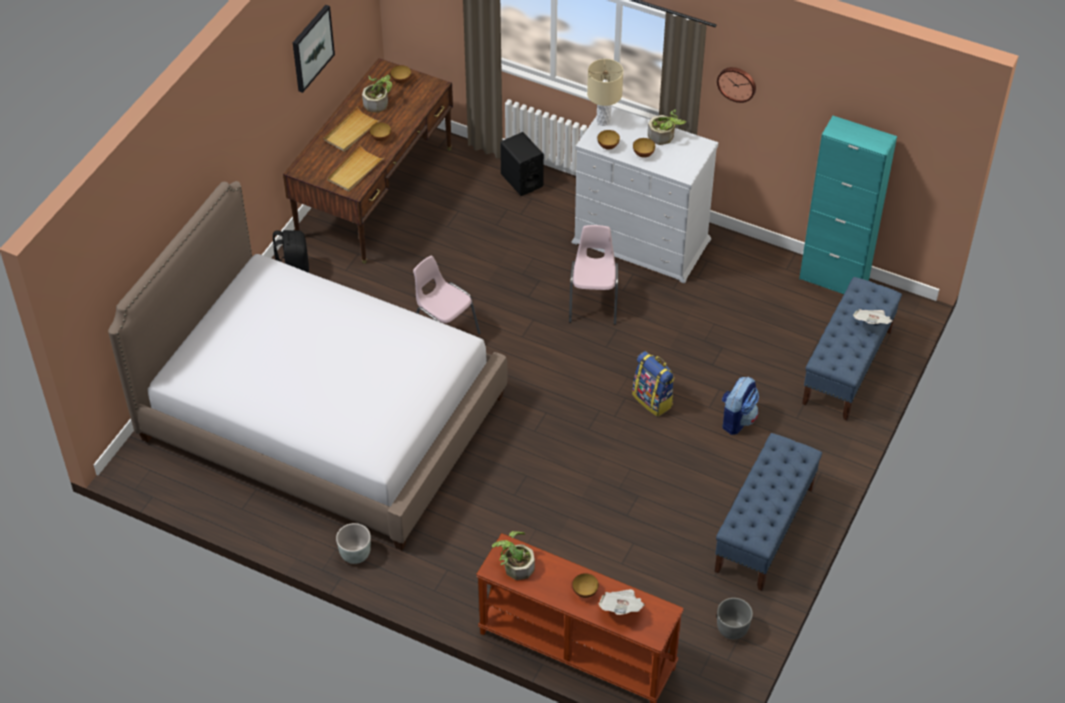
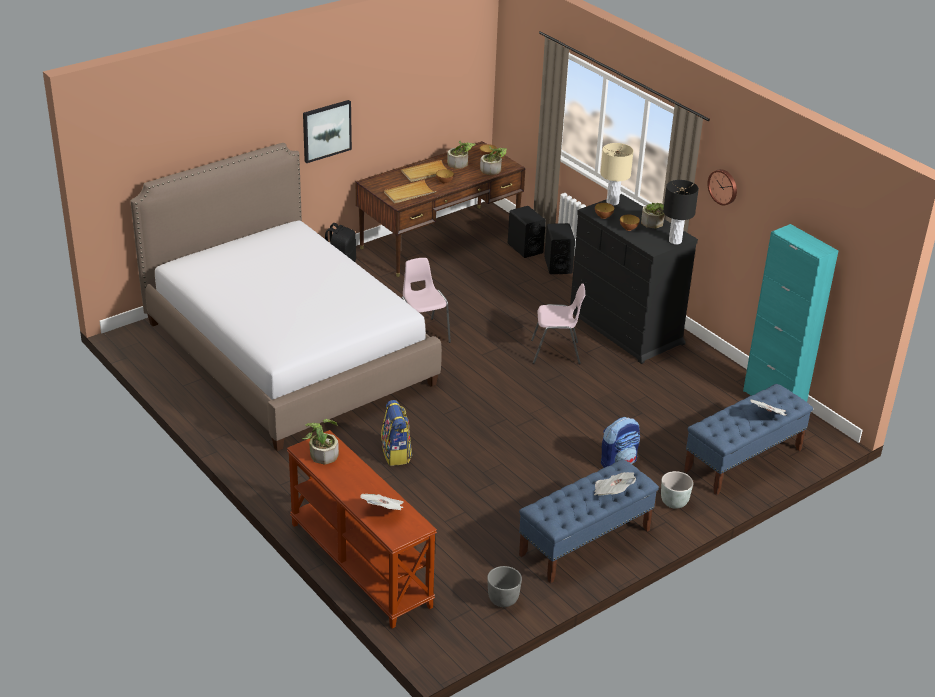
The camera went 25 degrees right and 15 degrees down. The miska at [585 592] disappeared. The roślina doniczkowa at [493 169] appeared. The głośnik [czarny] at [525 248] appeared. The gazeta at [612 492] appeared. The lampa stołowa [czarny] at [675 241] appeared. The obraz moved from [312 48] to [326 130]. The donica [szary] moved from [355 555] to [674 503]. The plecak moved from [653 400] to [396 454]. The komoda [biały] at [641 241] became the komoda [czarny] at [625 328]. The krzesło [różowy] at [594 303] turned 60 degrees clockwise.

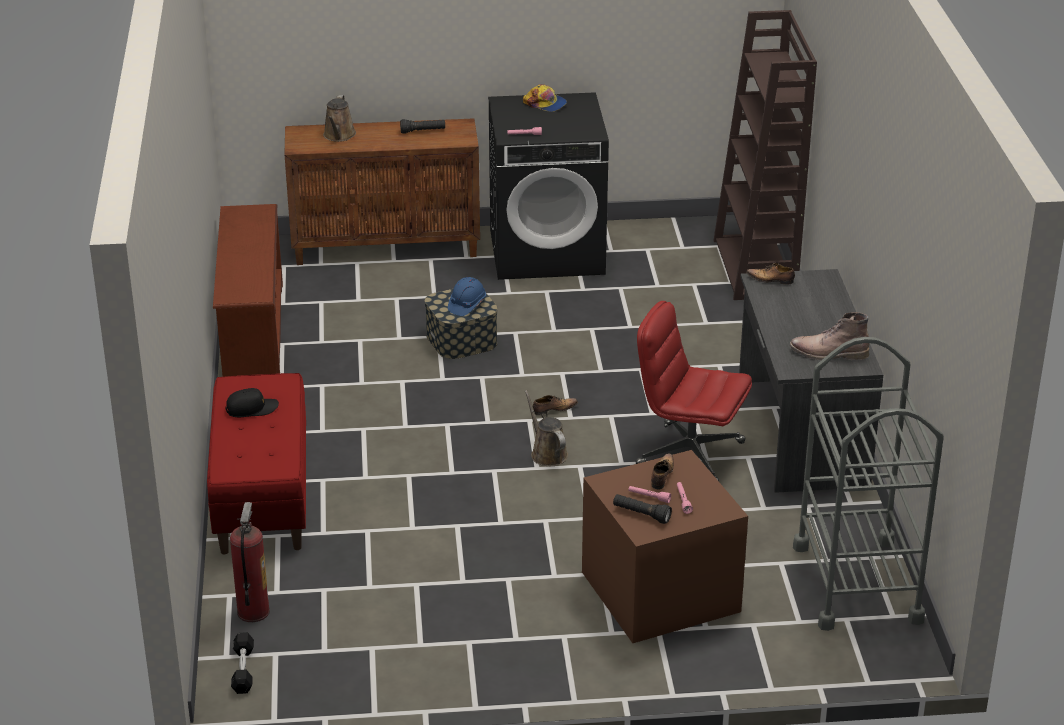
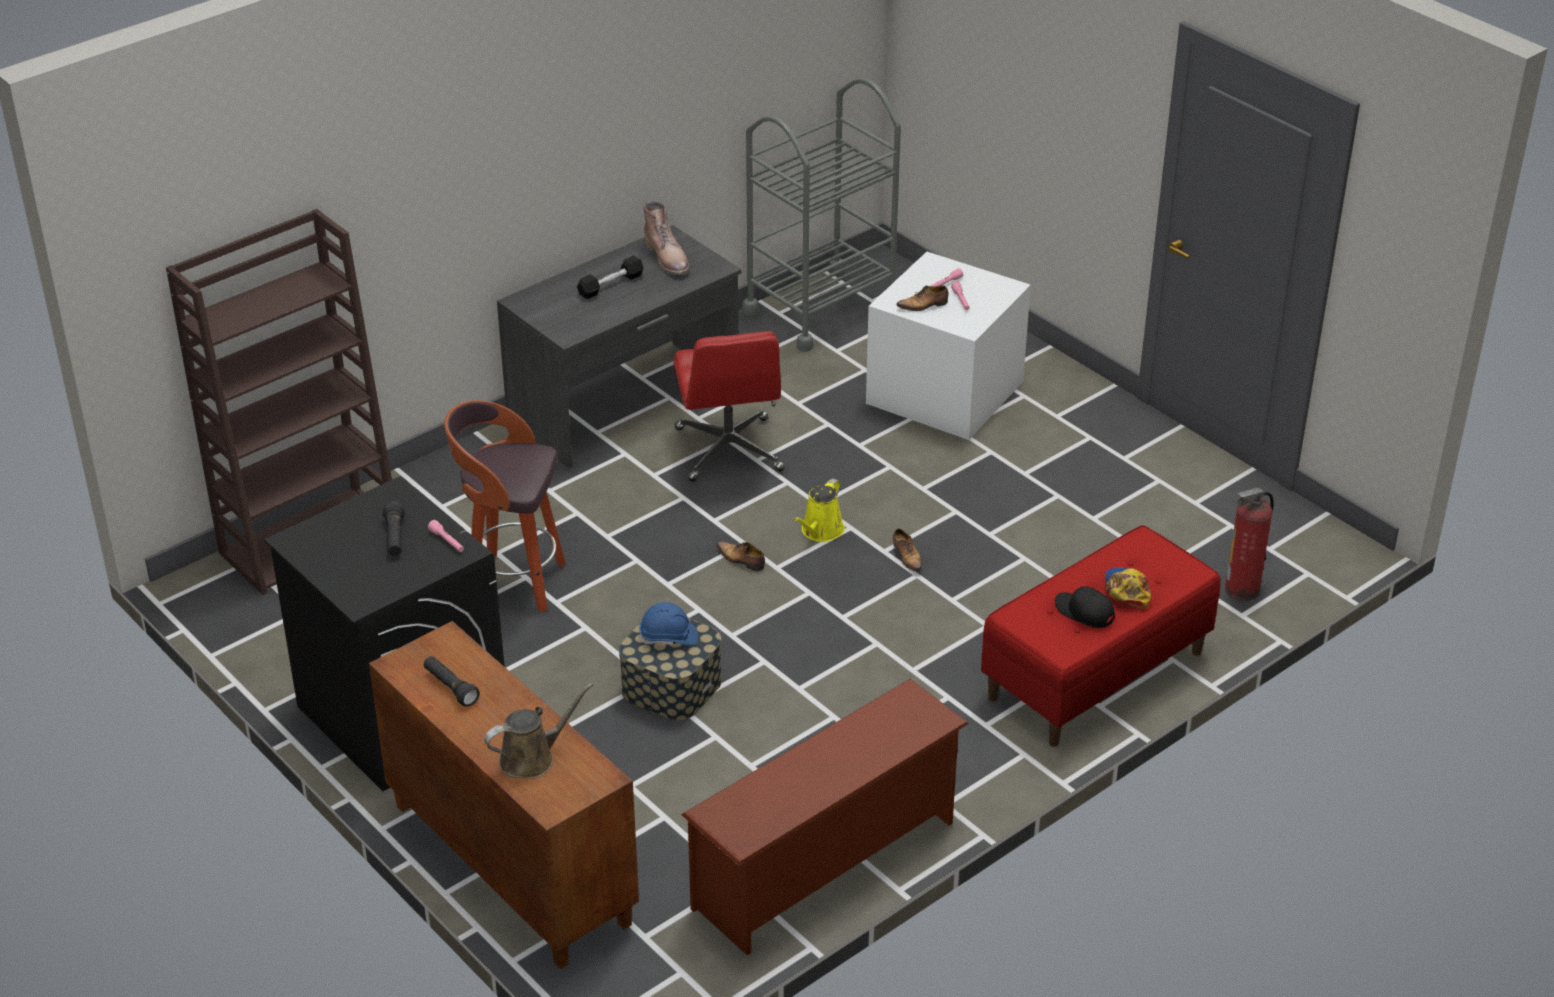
The camera went 125 degrees left and 5 degrees up. The stołek at [513 583] appeared. The hantel [czarny] moved from [243 670] to [611 285]. The czapka z daszkiem moved from [545 104] to [1127 590]. The latarka [czarny] moved from [641 514] to [395 537]. The but moved from [771 280] to [907 557]. The konewka [brązowy] at [547 453] became the konewka [żółty] at [820 531]. The pojemnik do przechowywania [brązowy] at [659 593] became the pojemnik do przechowywania [biały] at [947 392].

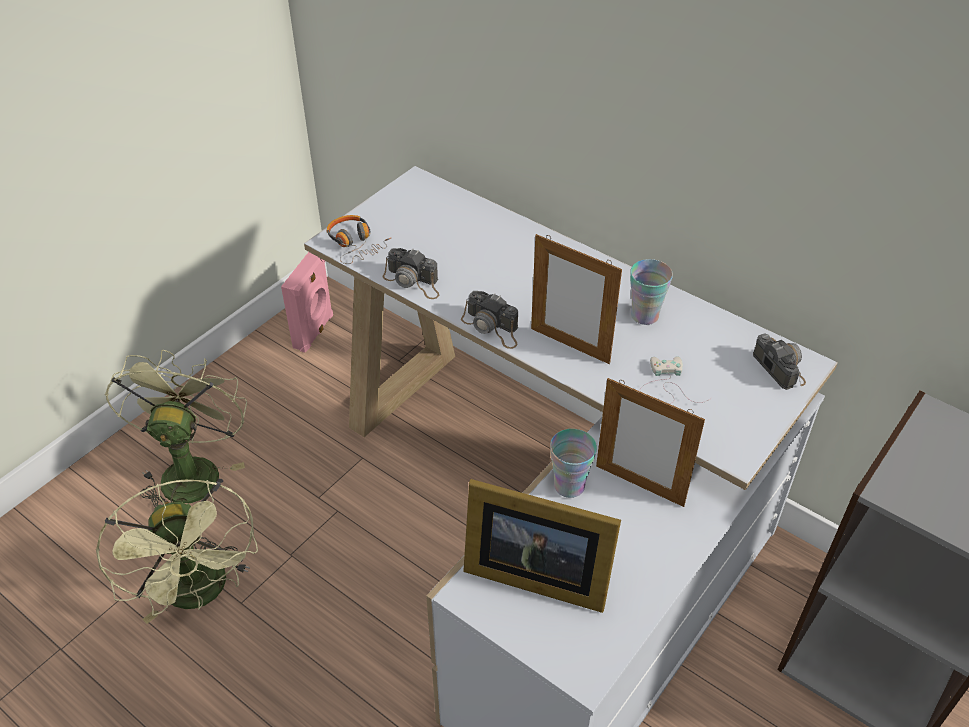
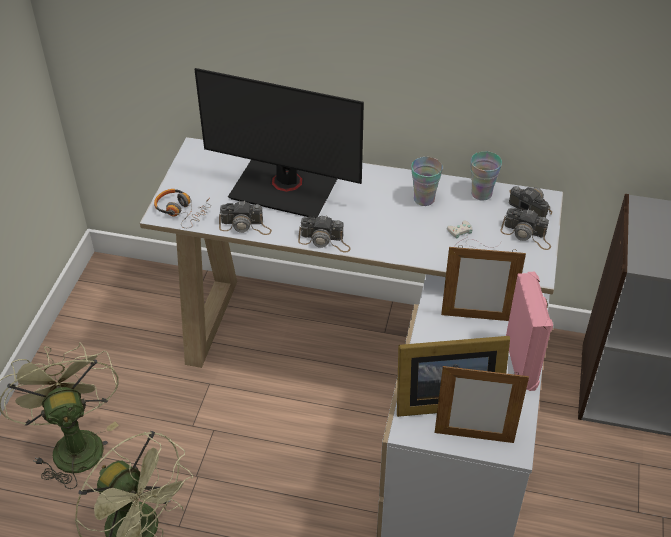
The camera went 25 degrees left and 0 degrees up. The monitor at [284 188] appeared. The aparat fotograficzny at [526 235] appeared. The głośnik [różowy] moved from [315 332] to [522 363]. The ramka na zdjęcie moved from [570 345] to [474 437]. The filiżanka moved from [569 486] to [481 194].

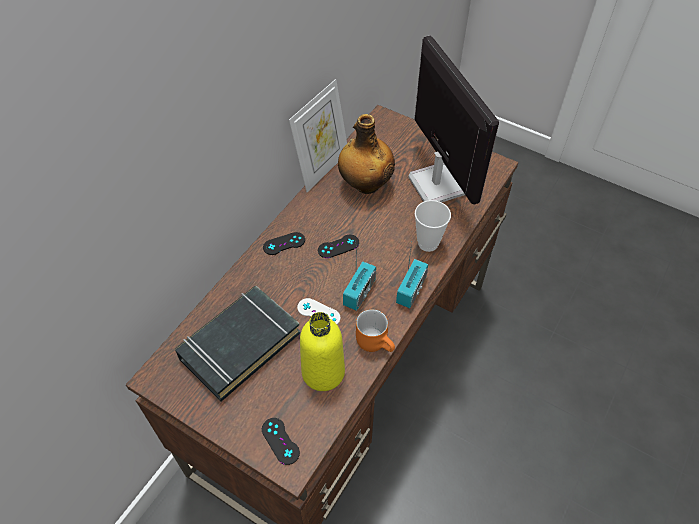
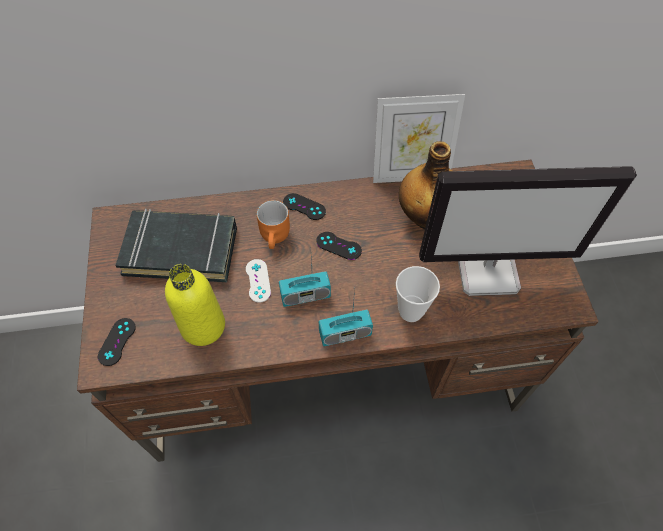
The camera went 50 degrees right and 5 degrees up. The kubek [pomarańczowy] moved from [376 342] to [277 237]. The monitor at [436 184] turned 60 degrees clockwise.

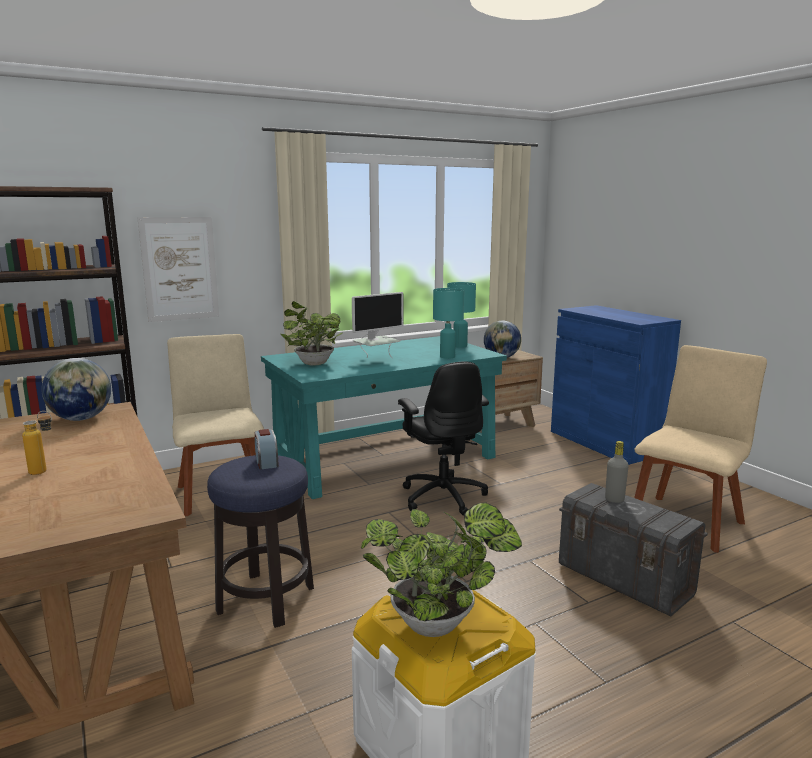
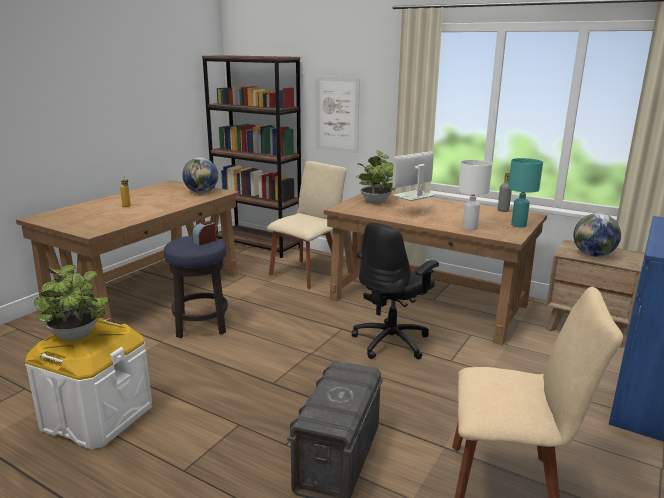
The camera went 60 degrees right and 5 degrees up. The butelka [szary] moved from [614 499] to [503 210]. The biurko [turkusowy] at [384 458] became the biurko [brązowy] at [428 302]. The lampa stołowa [turkusowy] at [448 357] became the lampa stołowa [biały] at [470 228]. The monitor at [376 361] turned 120 degrees clockwise.

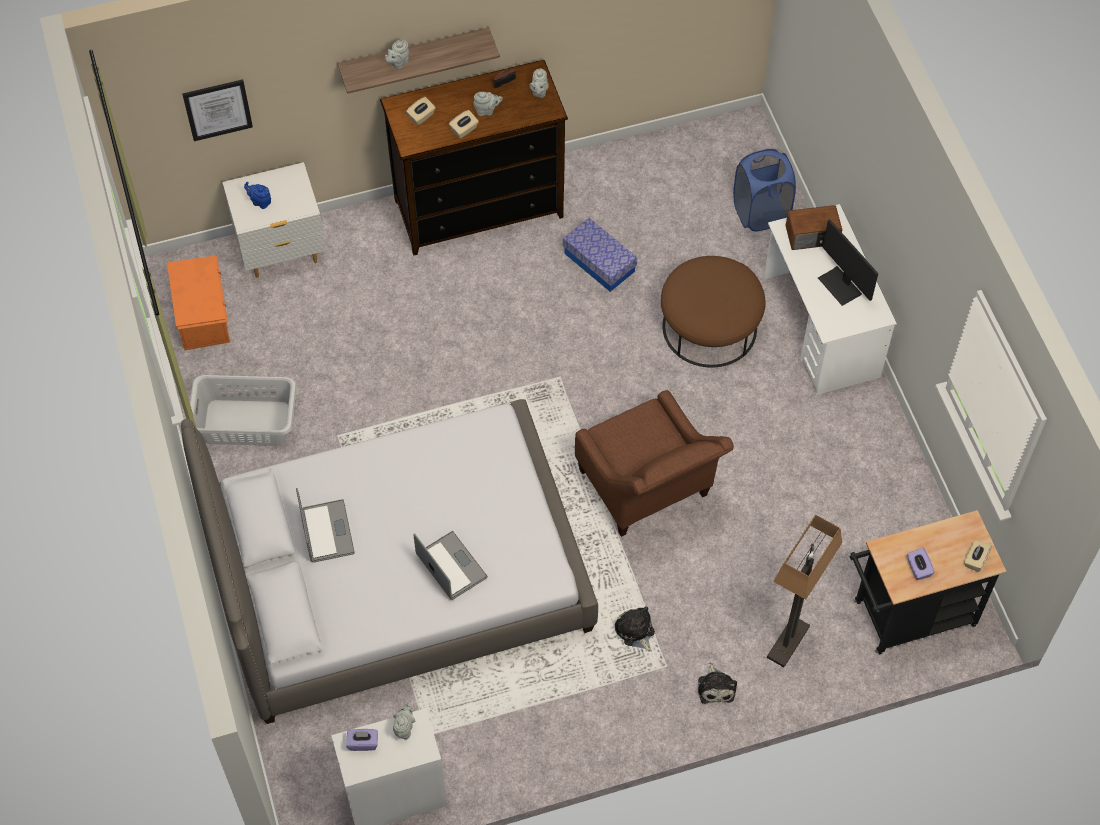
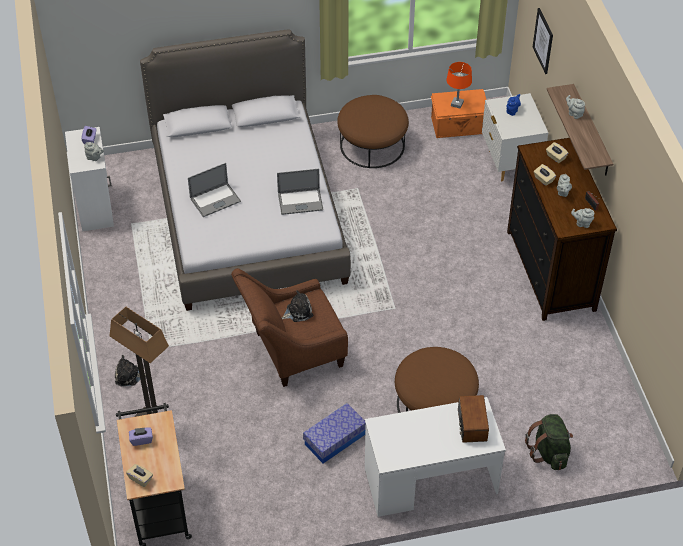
The camera went 95 degrees right and 10 degrees down. The monitor at [840 285] disappeared. The lampa stołowa [pomarańczowy] at [457 104] appeared. The laptop moved from [327 531] to [300 202]. The pojemnik do przechowywania moved from [599 262] to [335 439]. The pluszak moved from [635 631] to [298 311]. The kosz na pranie [szary] at [246 422] was replaced by the pufa [brązowy] at [372 145]. The kosz na pranie [niebieski] at [760 213] was replaced by the plecak [zielony] at [549 452].

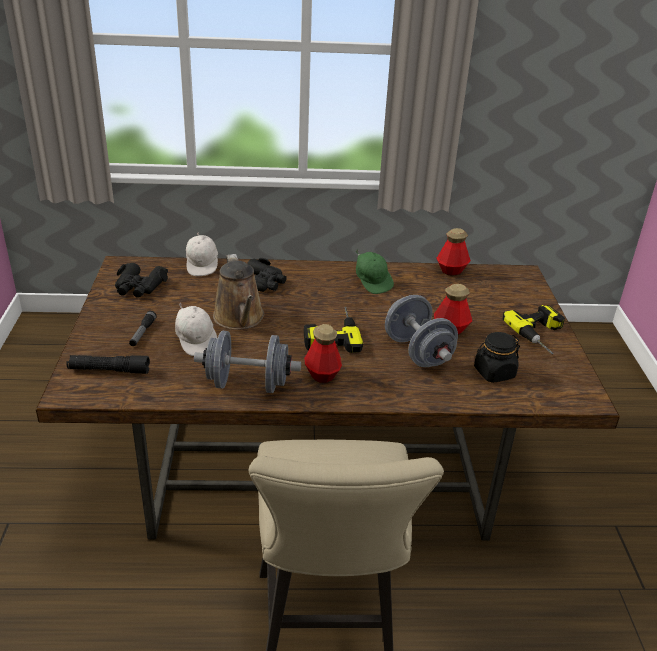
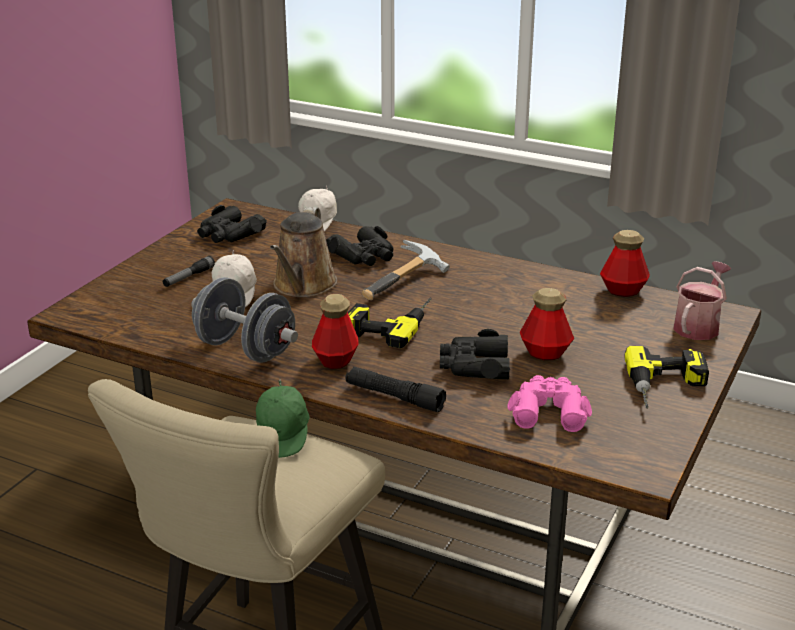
The camera went 30 degrees right and 5 degrees down. The młotek at [406 283] appeared. The konewka at [698 325] appeared. The latarka [czarny] moved from [109 370] to [394 397]. The czapka z daszkiem [zielony] moved from [372 282] to [283 436]. The hantel [szary] at [417 352] was replaced by the lornetka [czarny] at [474 366]. The słoik [czarny] at [494 373] was replaced by the lornetka [różowy] at [548 410].

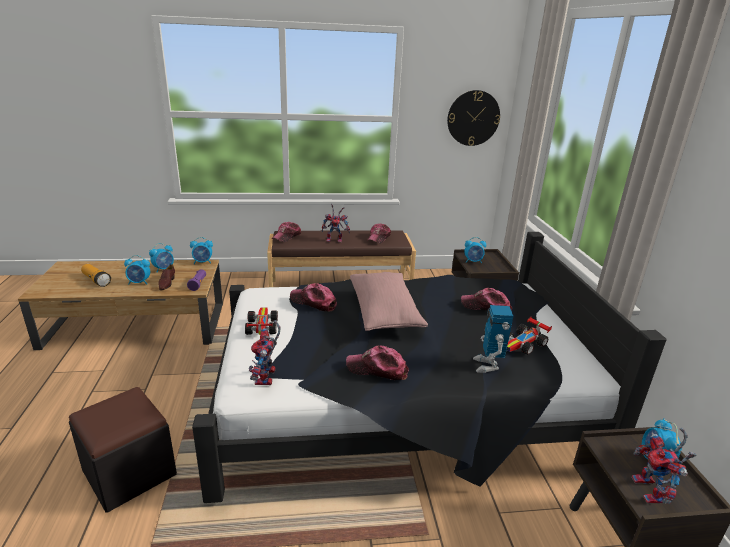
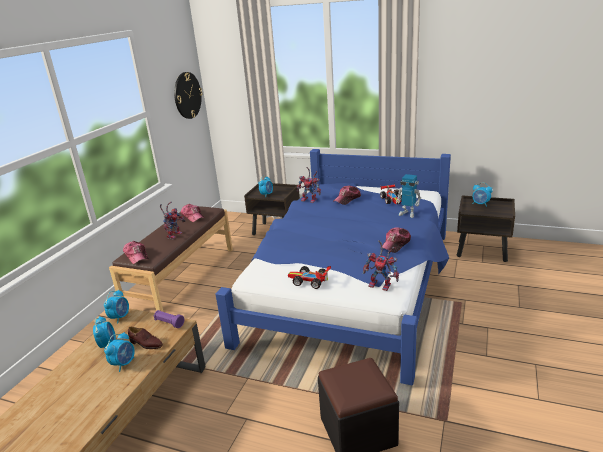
The camera went 60 degrees left and 0 degrees up. The latarka at [96 280] disappeared. The czapka z daszkiem at [313 302] disappeared. The poduszka [różowy] at [384 313] disappeared. The robot zabawkowy moved from [653 493] to [310 200]. The łóżko [czarny] at [396 402] became the łóżko [niebieski] at [351 287].

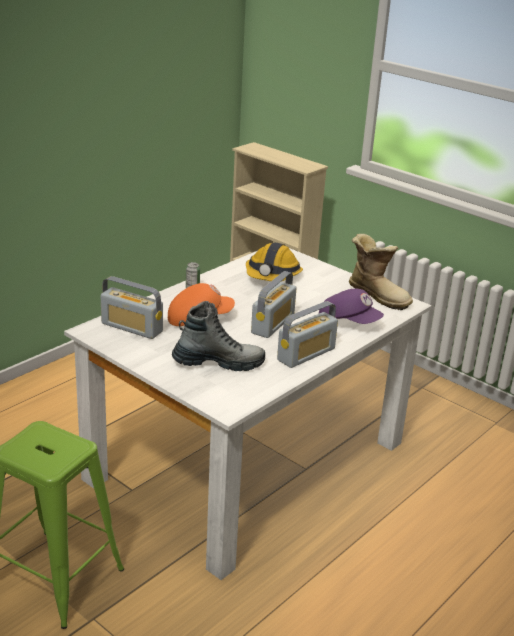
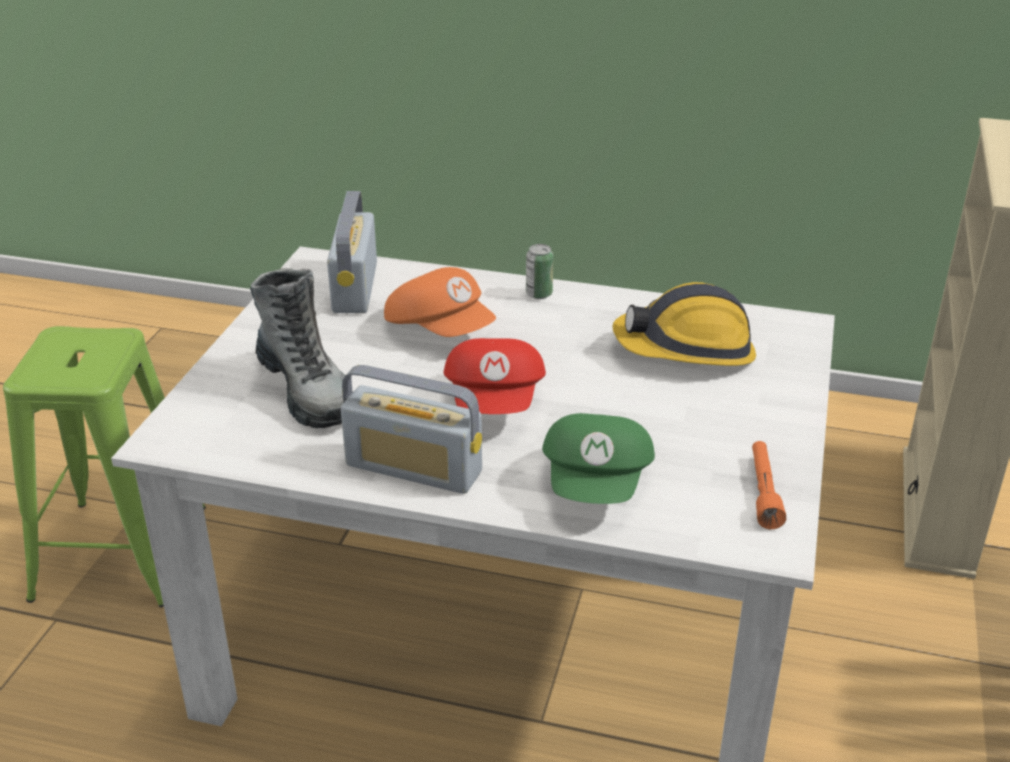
The camera went 65 degrees right and 5 degrees up. The radio at [273 324] was replaced by the czapka z daszkiem [czerwony] at [496 402]. The but z cholewką at [378 295] was replaced by the latarka [pomarańczowy] at [763 491]. The czapka z daszkiem [fioletowy] at [349 321] became the czapka z daszkiem [zielony] at [598 484].

